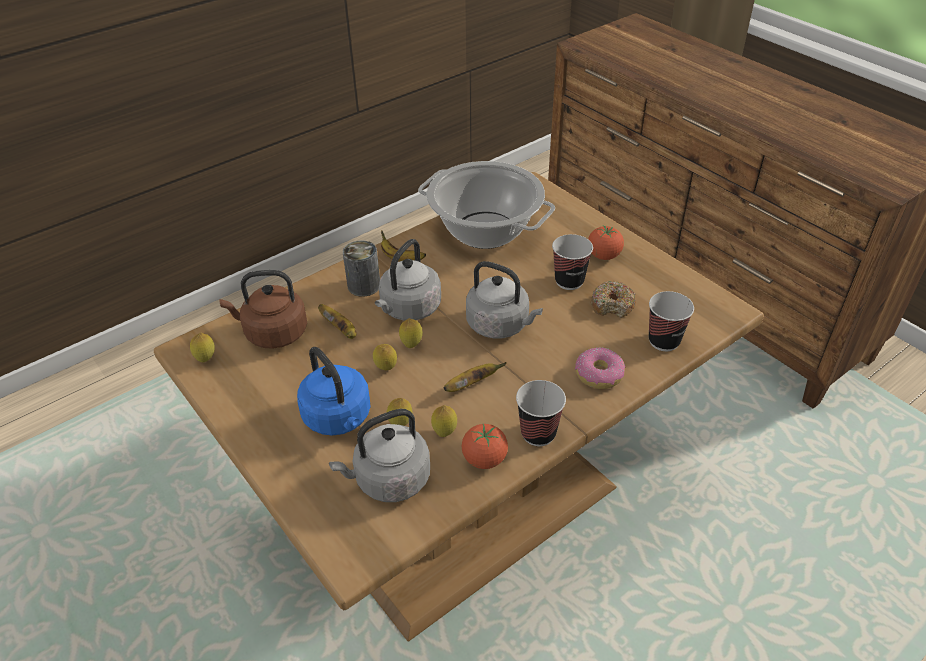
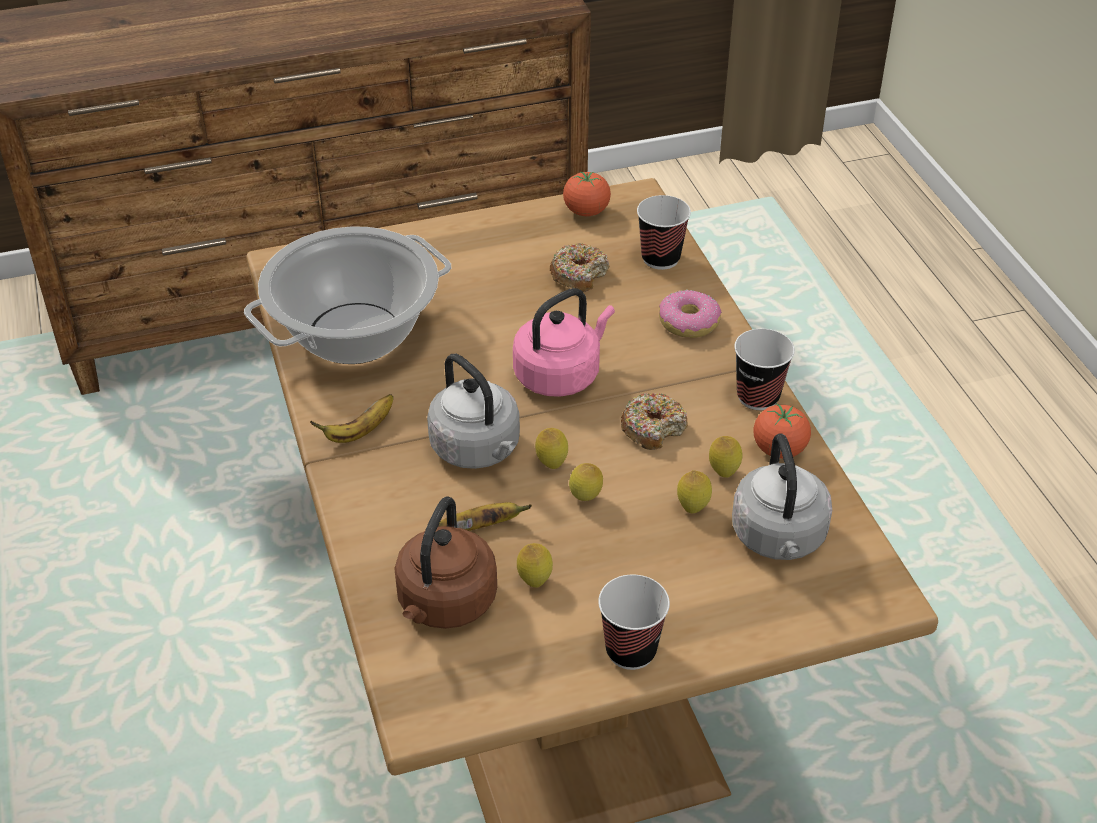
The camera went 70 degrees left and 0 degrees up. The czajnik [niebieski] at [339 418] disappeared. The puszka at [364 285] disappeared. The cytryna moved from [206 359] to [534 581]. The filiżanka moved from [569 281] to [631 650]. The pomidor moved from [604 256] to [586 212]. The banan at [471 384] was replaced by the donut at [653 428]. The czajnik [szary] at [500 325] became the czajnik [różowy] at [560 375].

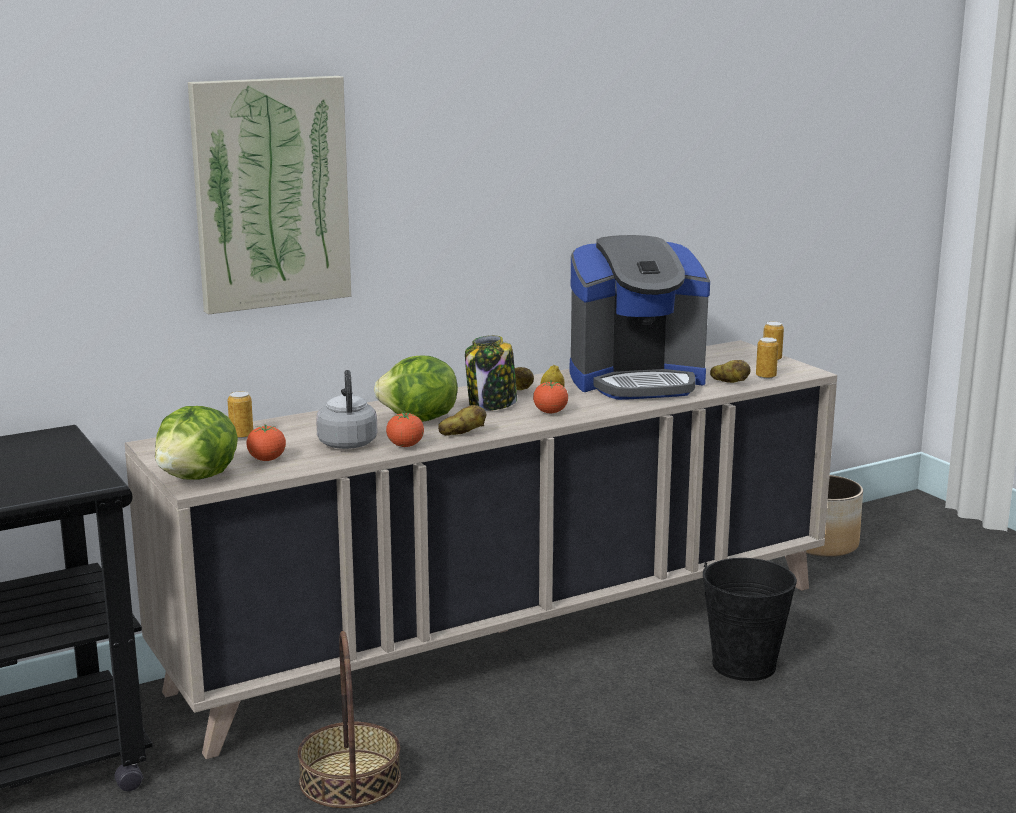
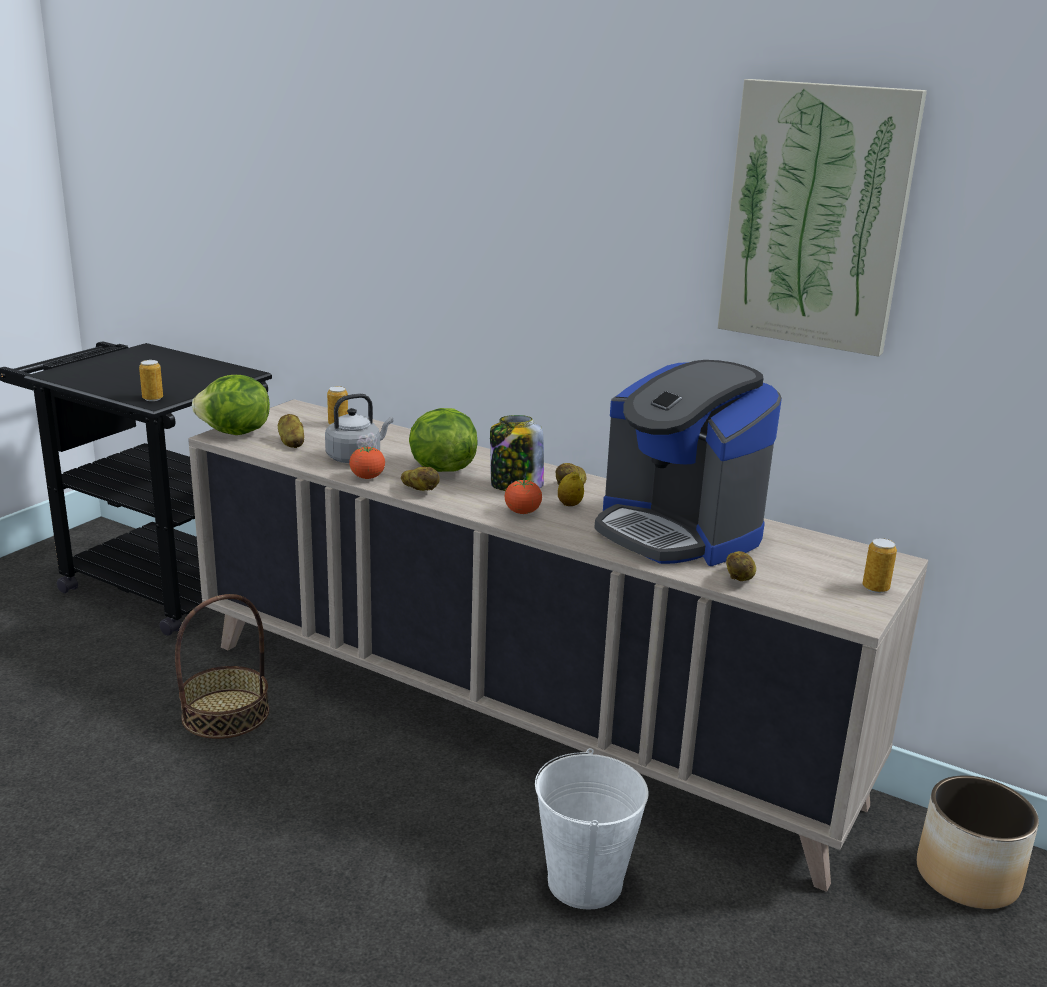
The camera went 60 degrees right and 5 degrees up. The obraz moved from [270 193] to [816 217]. The puszka moved from [766 376] to [152 398]. The pomidor at [267 460] was replaced by the ziemniak at [291 443]. The wiadro [czarny] at [744 665] became the wiadro [biały] at [585 881].

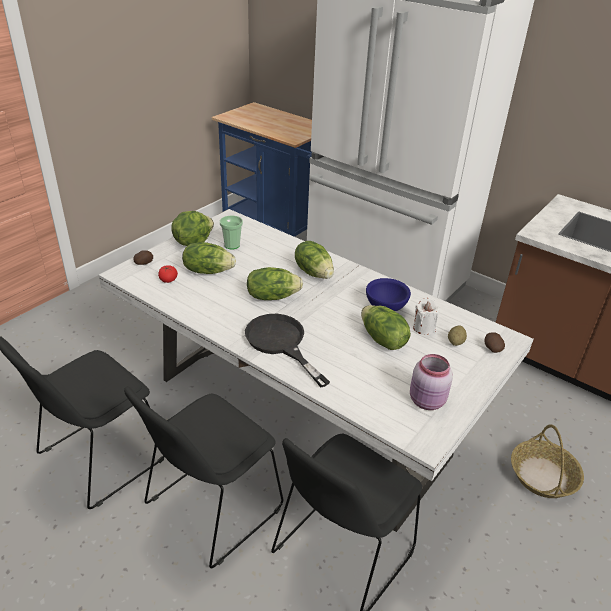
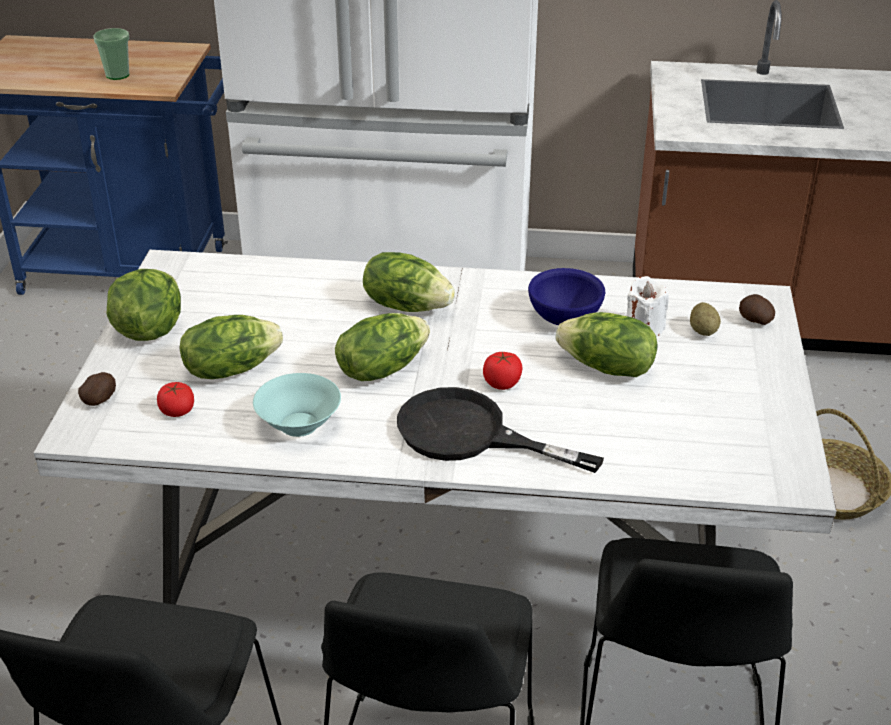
The camera went 30 degrees left and 0 degrees up. The słoik [różowy] at [427 401] disappeared. The miska [turkusowy] at [299 425] appeared. The pomidor at [502 383] appeared. The filiżanka moved from [232 245] to [117 75].

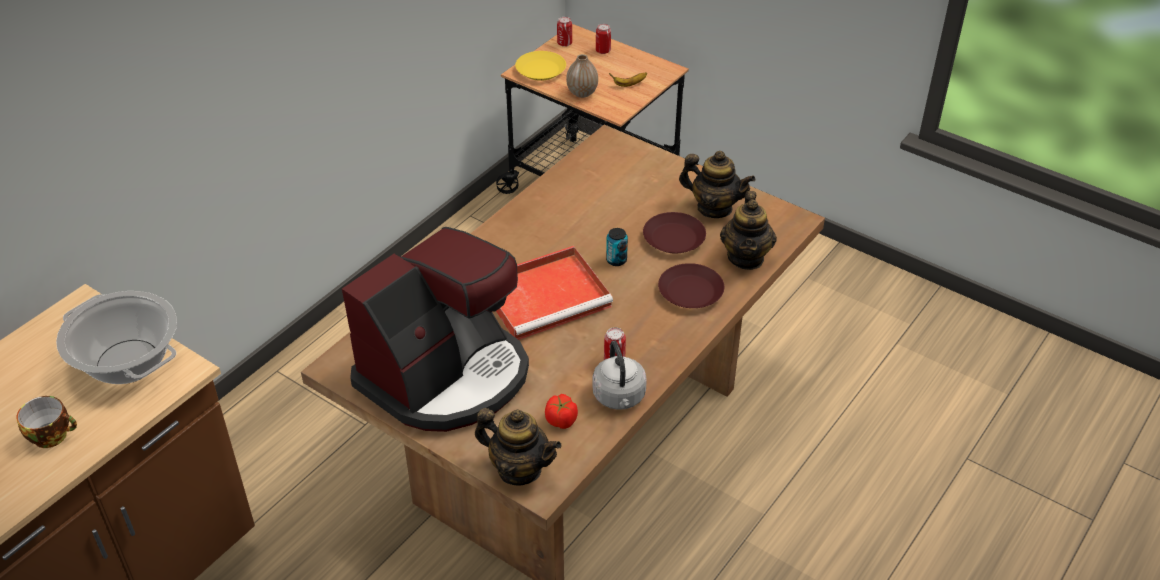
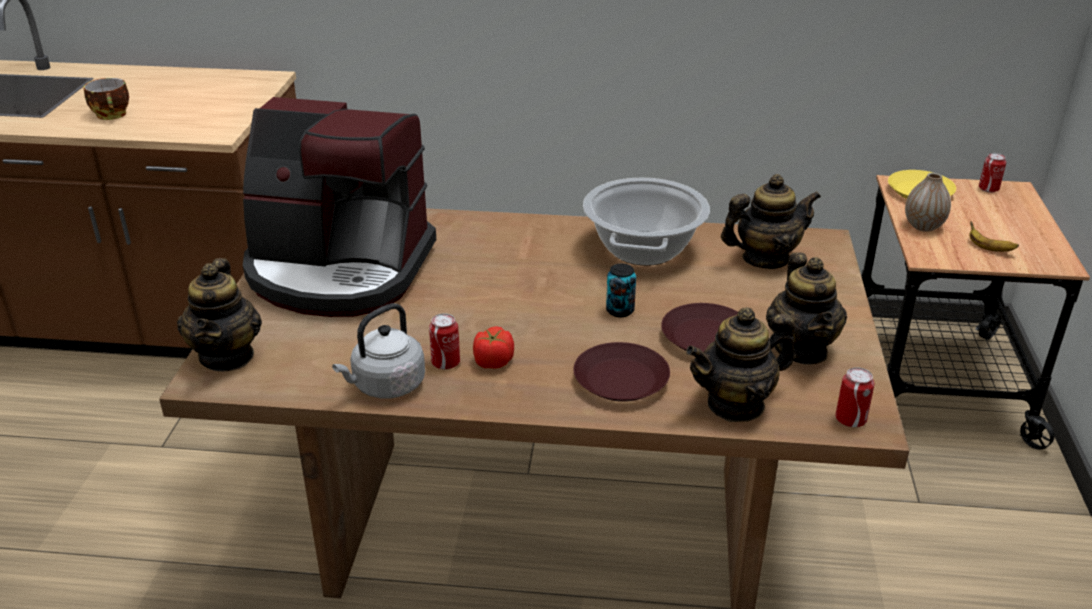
The camera went 60 degrees right and 10 degrees down. The taca [czerwony] at [547 295] disappeared. The imbryk at [765 259] appeared. The garnek moved from [129 362] to [644 249]. The pomidor moved from [561 420] to [493 362]. The puszka moved from [603 51] to [850 420].

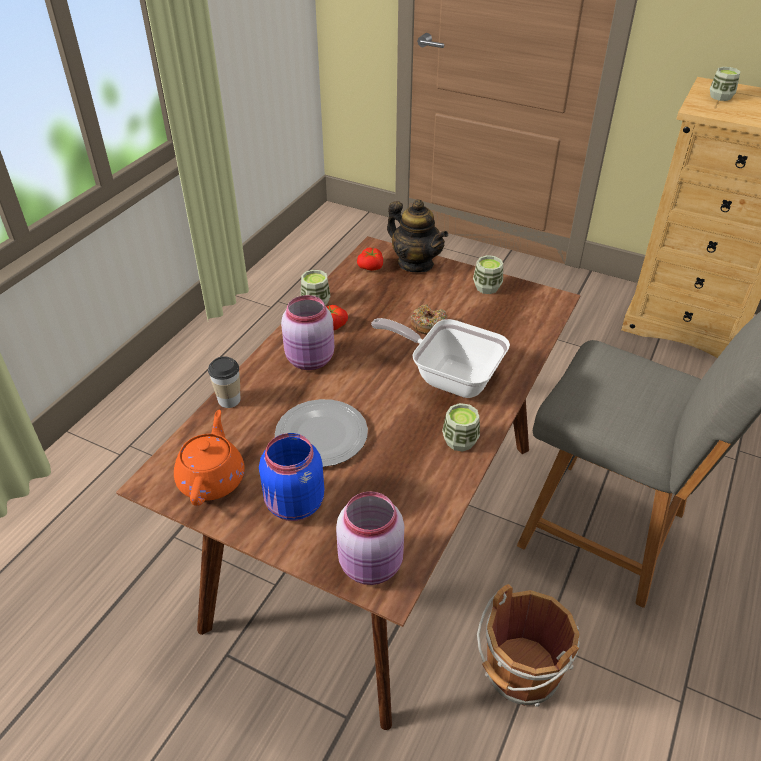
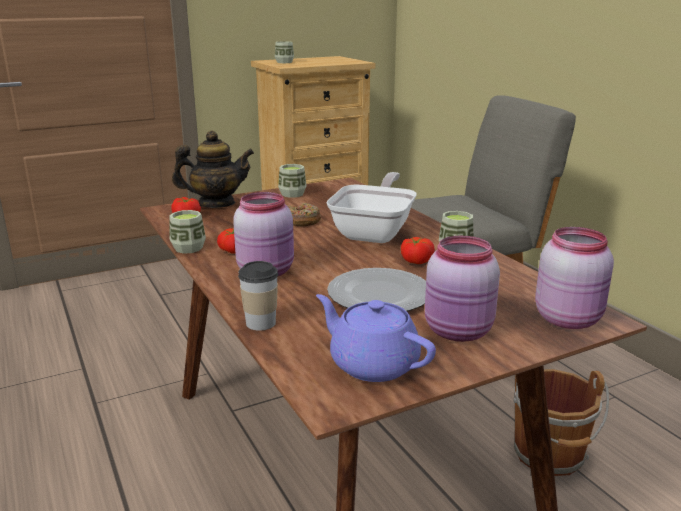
The camera went 55 degrees left and 20 degrees down. The pomidor at [415 261] appeared. The imbryk [pomarańczowy] at [212 479] became the imbryk [fioletowy] at [372 364]. The słoik [niebieski] at [294 505] became the słoik [różowy] at [459 332]. The patelnia at [449 376] turned 135 degrees clockwise.

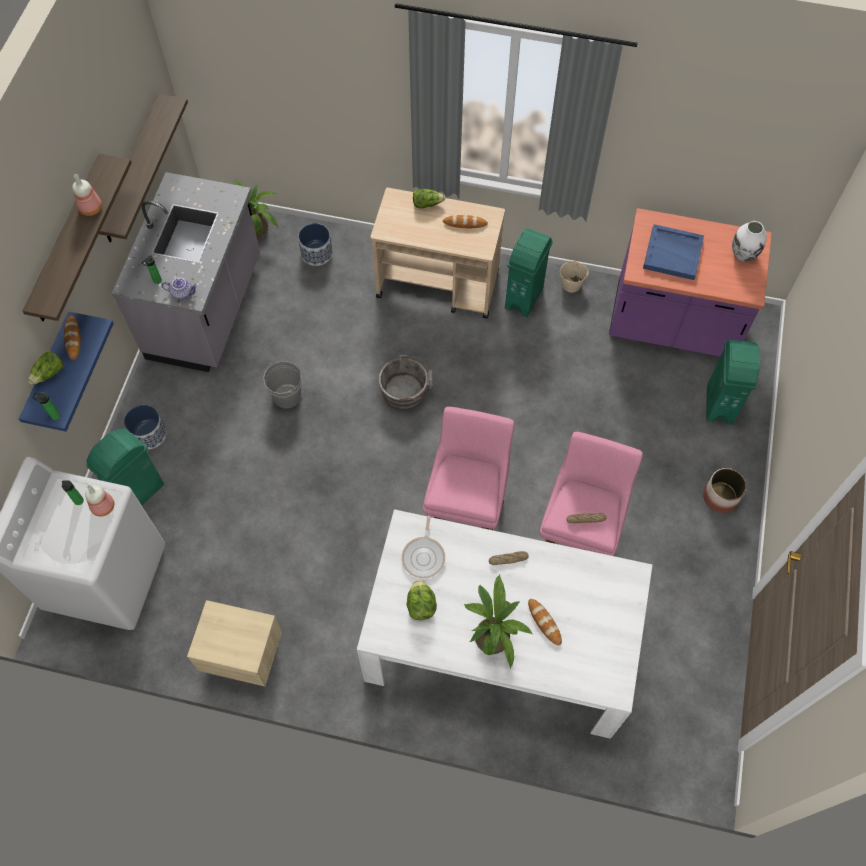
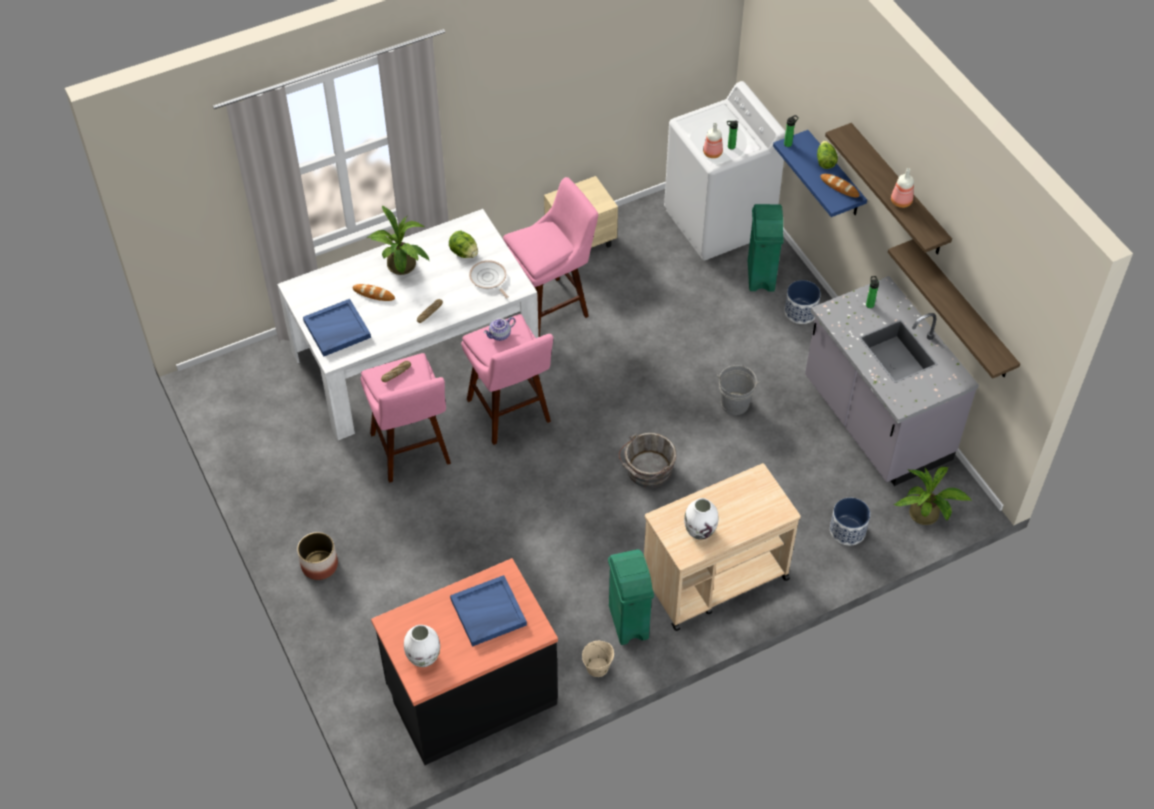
The camera went 140 degrees right and 10 degrees down. The sałata at [427 203] disappeared. The kosz na śmieci [zielony] at [719 404] disappeared. The taca [niebieski] at [337 330] appeared. The stołek [różowy] at [552 306] appeared. The imbryk moved from [183 293] to [500 335]. The chleb at [465 223] was replaced by the wazon [biały] at [700 531]. The zabudowa kuchenna [fioletowy] at [672 324] became the zabudowa kuchenna [czarny] at [471 695].

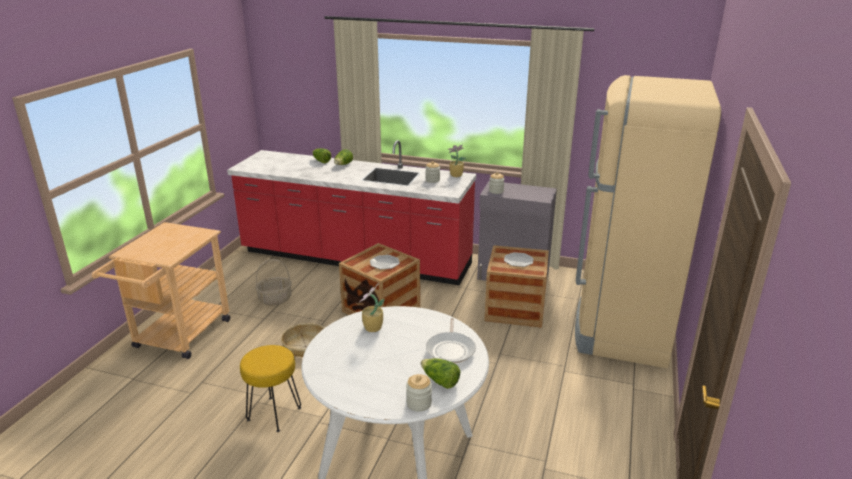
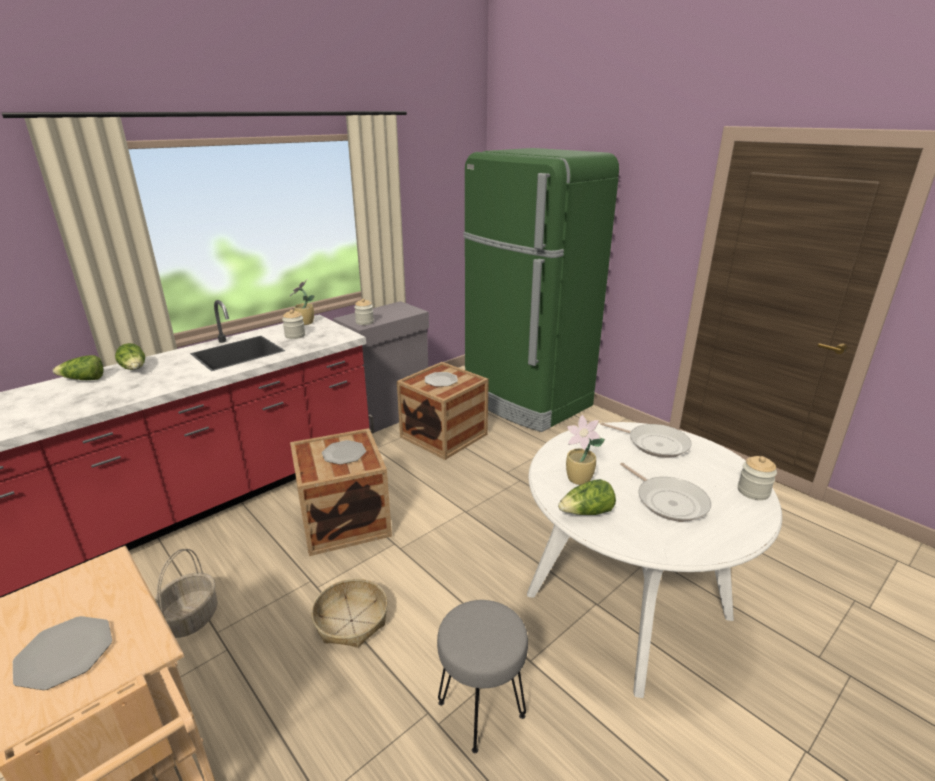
The camera went 60 degrees left and 0 degrees up. The talerz at [65 653] appeared. The patelnia at [668 501] appeared. The sałata moved from [440 381] to [586 513]. The stołek [żółty] at [274 413] became the stołek [szary] at [480 709]. The lodówka [beżowy] at [622 329] became the lodówka [zielony] at [526 401].

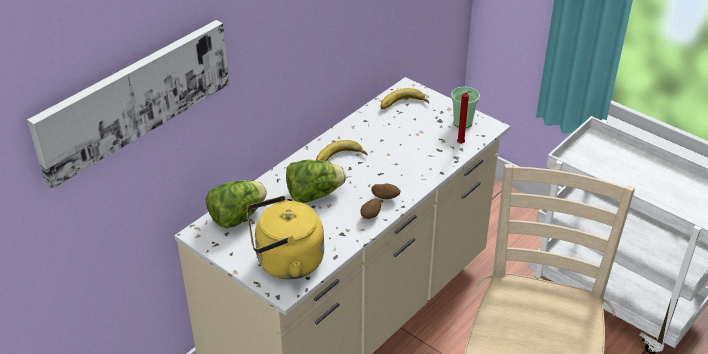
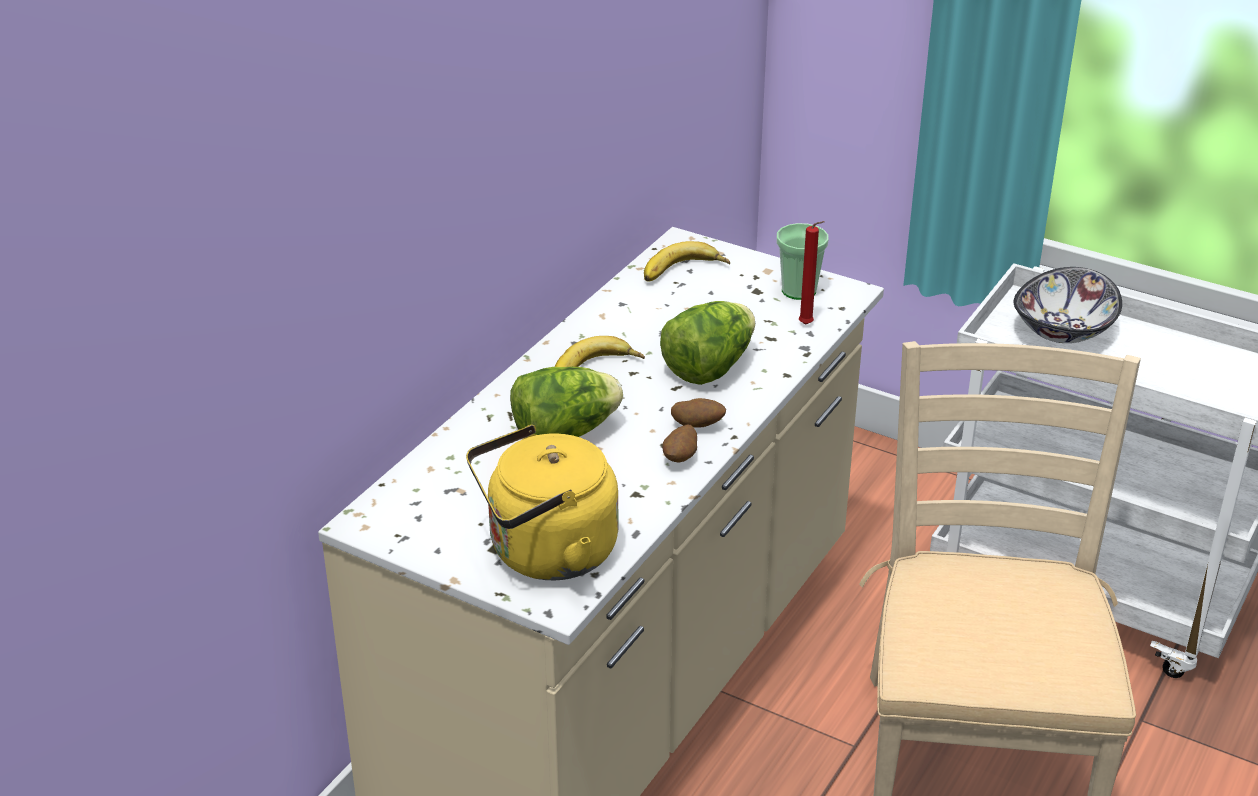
The camera went 10 degrees left and 5 degrees down. The obraz at [134 98] disappeared. The miska at [1064 331] appeared. The sałata moved from [237 216] to [709 368].

